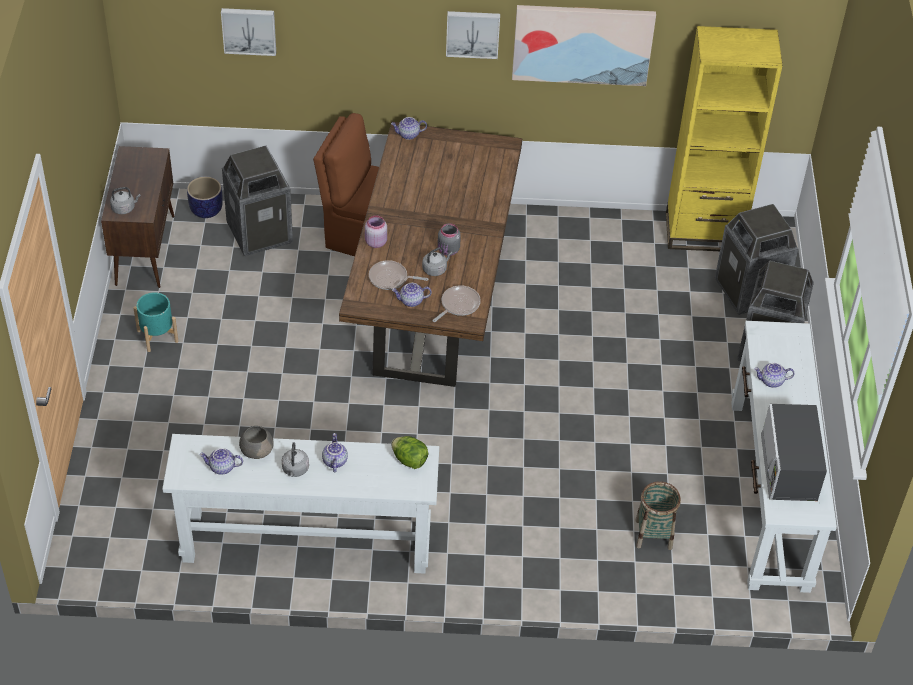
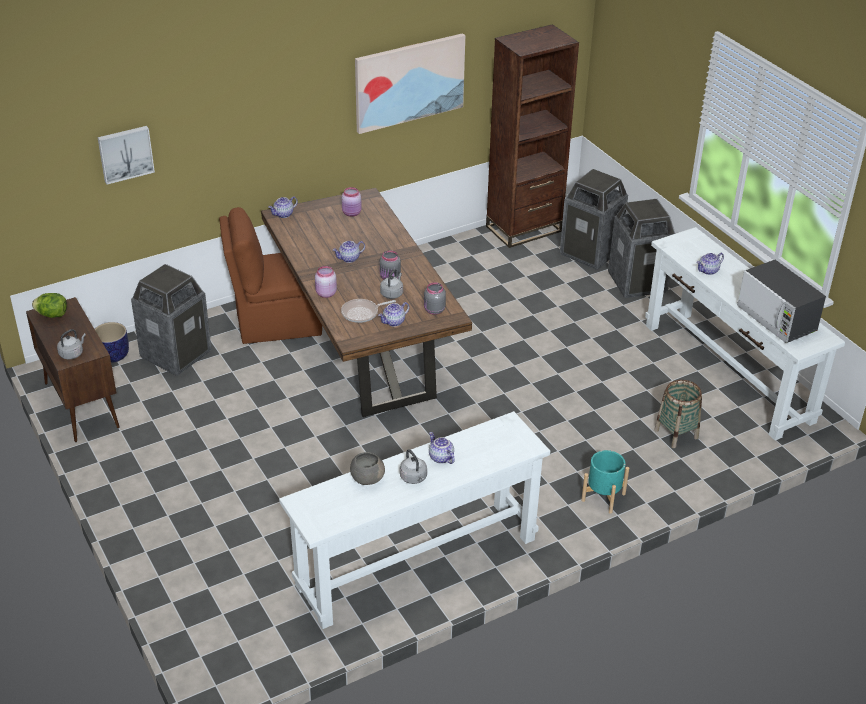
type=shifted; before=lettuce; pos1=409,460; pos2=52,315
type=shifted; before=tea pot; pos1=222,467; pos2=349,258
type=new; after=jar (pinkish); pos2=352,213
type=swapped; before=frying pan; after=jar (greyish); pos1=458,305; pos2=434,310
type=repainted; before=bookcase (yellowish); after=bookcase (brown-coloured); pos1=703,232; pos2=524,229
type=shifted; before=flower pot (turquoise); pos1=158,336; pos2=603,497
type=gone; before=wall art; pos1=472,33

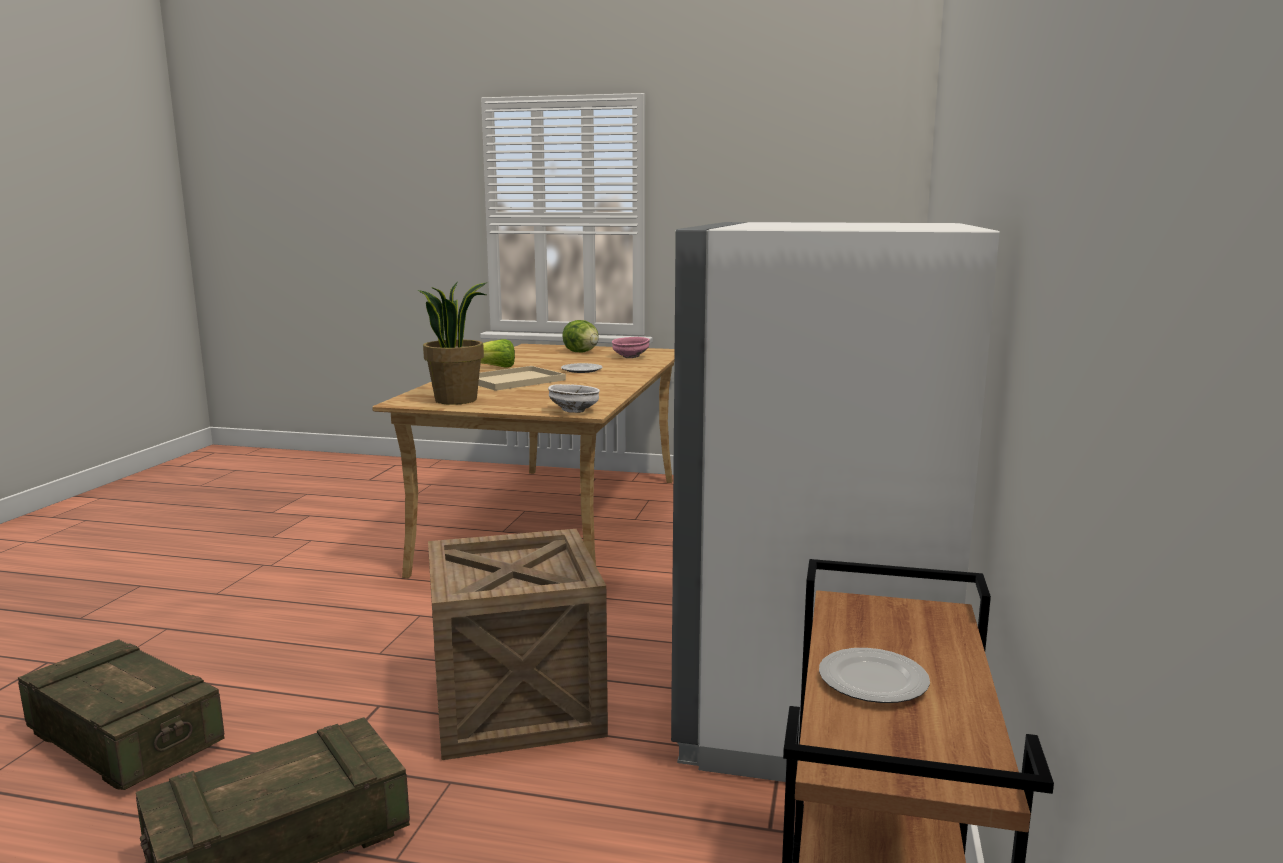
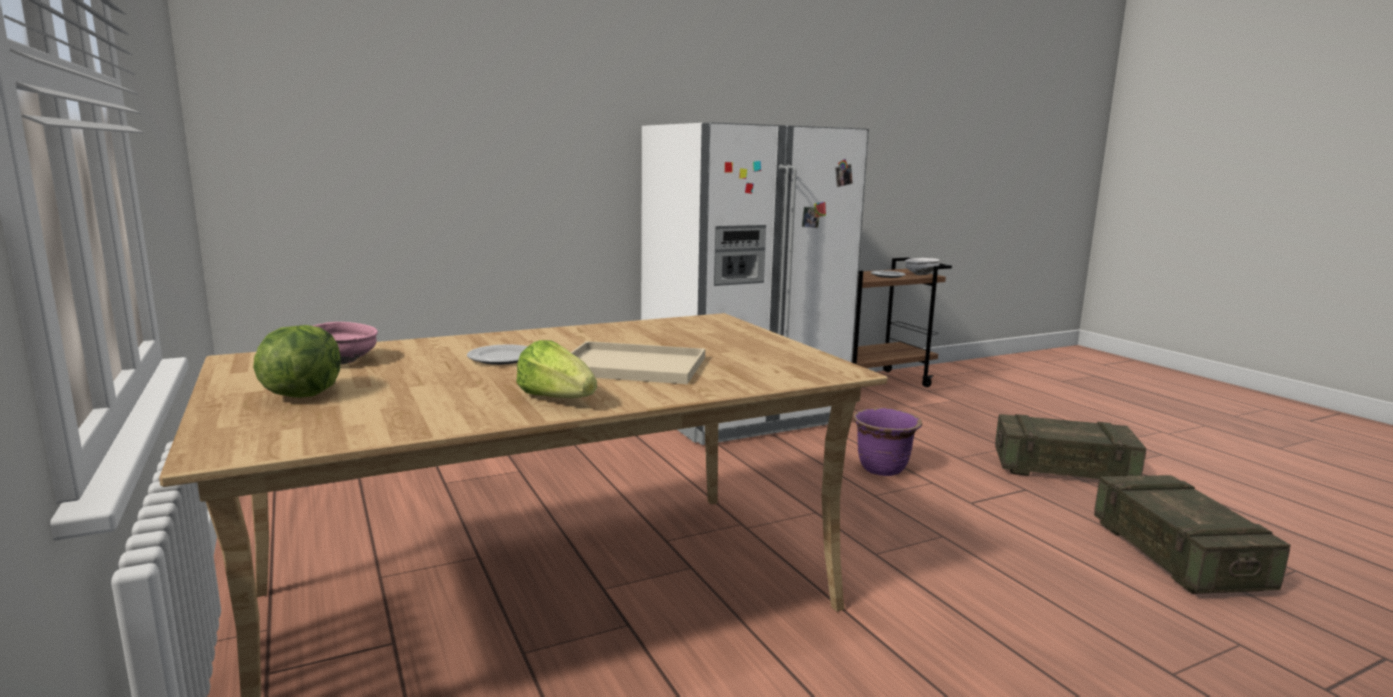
type=swapped; before=crate; after=flower pot (purple); pos1=516,705; pos2=883,469
type=shifted; before=serving bowl (white-coloured); pos1=575,411; pos2=920,274
type=gone; before=plant in a pot; pos1=456,400

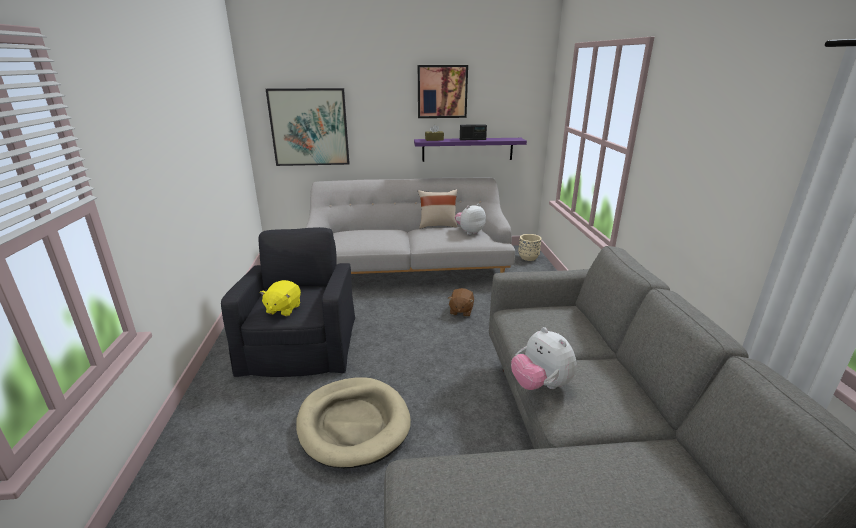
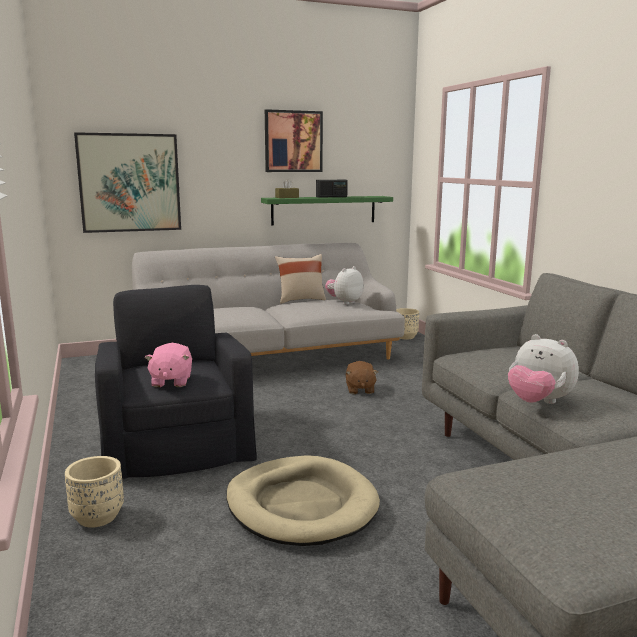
type=new; after=flower pot (sand-coloured); pos2=97,517
type=repainted; before=soft toy (yellowish); after=soft toy (pinkish); pos1=283,309; pos2=171,381
type=repainted; before=bracket shelf (purple); after=bracket shelf (green); pos1=467,149; pos2=324,210

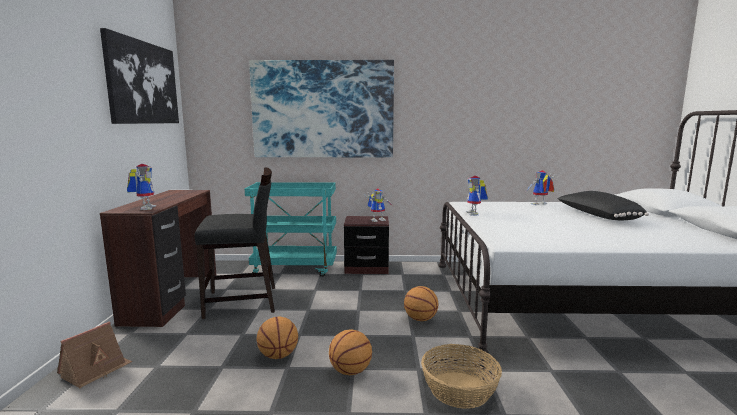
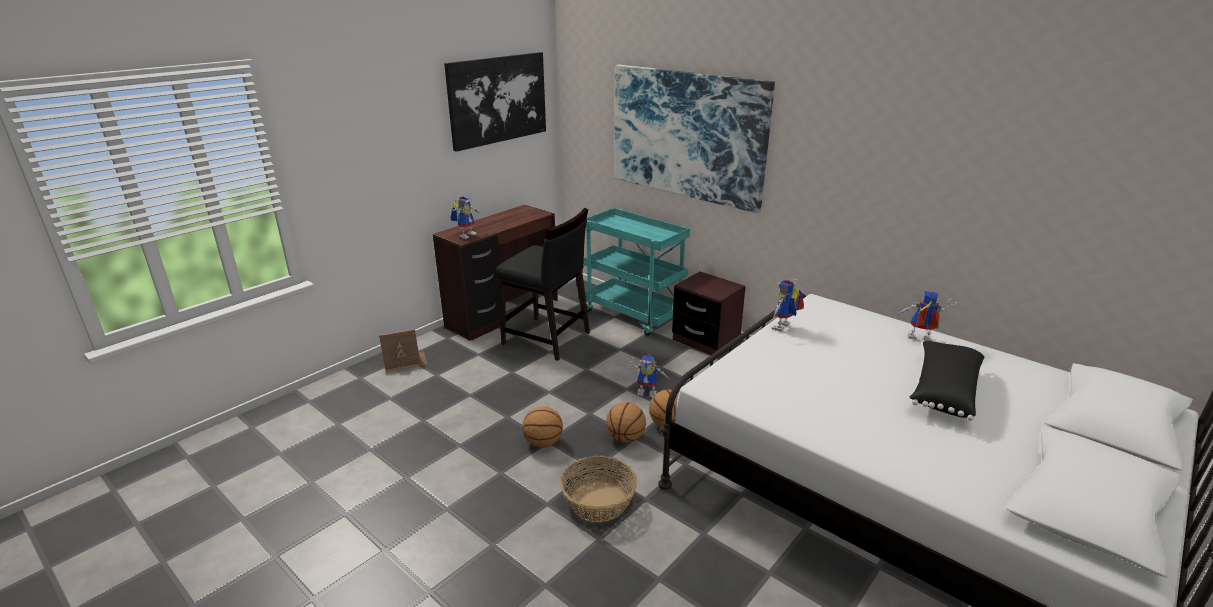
type=shifted; before=ball for basketball; pos1=278,356; pos2=625,438
type=shifted; before=robot figure; pos1=378,220; pos2=649,392

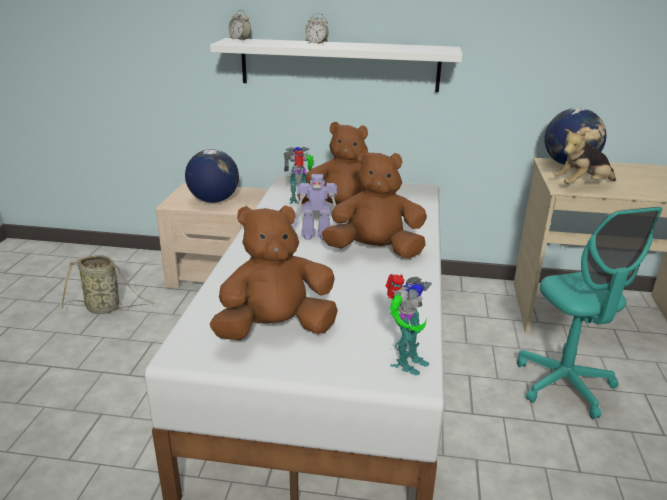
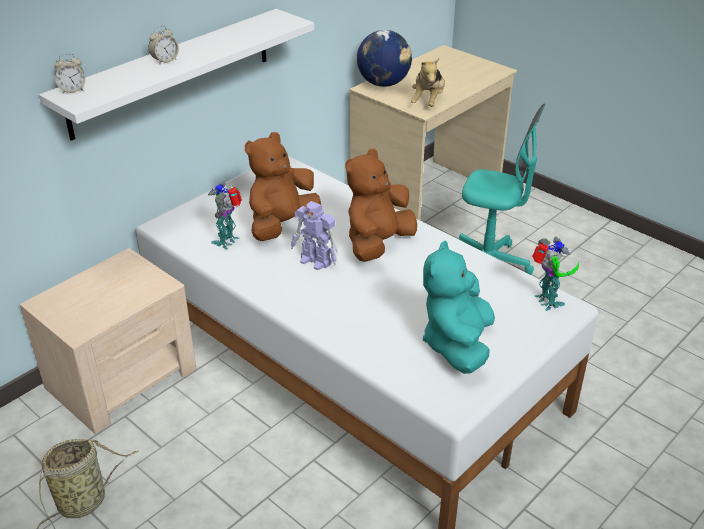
type=rotated; before=robot figure; pos1=317,235; pos2=316,261; turn=90
type=repainted; before=soft toy (brown-coloured); after=soft toy (turquoise); pos1=276,329; pos2=457,345
type=gone; before=desk globe; pos1=213,200

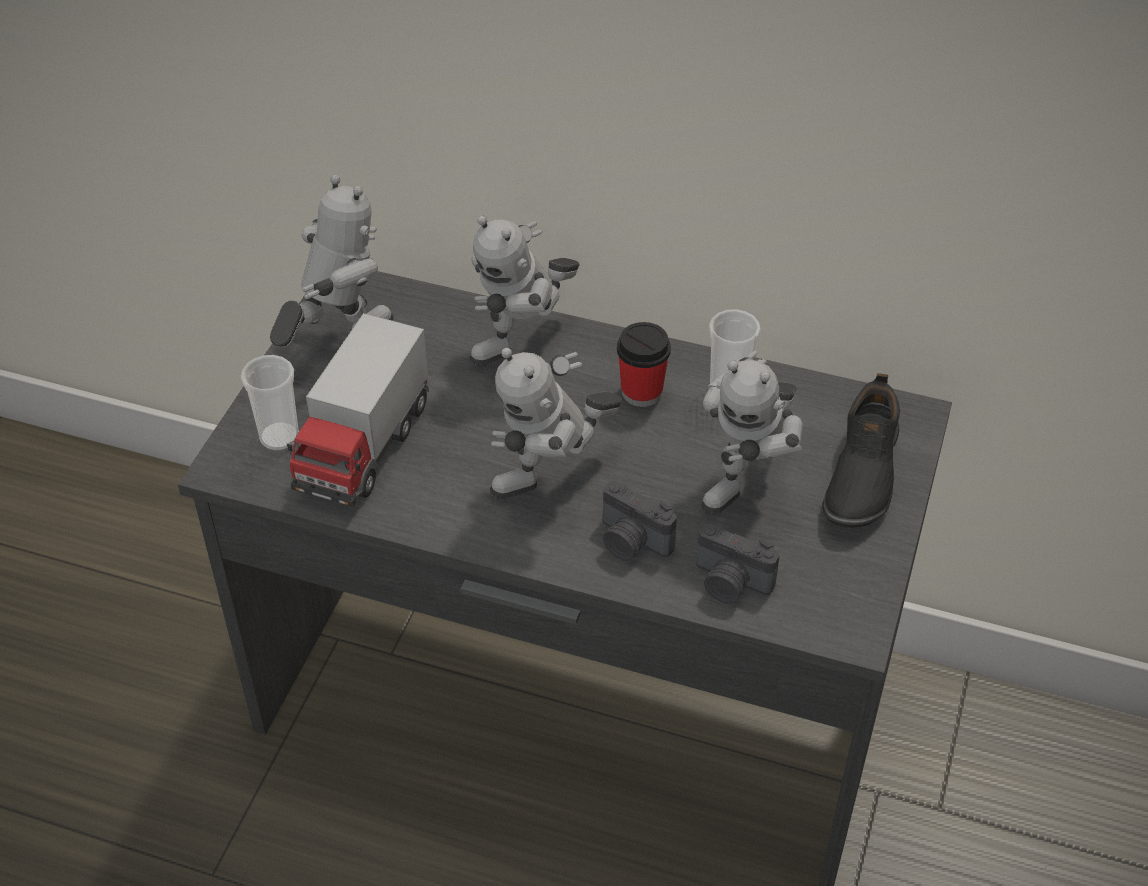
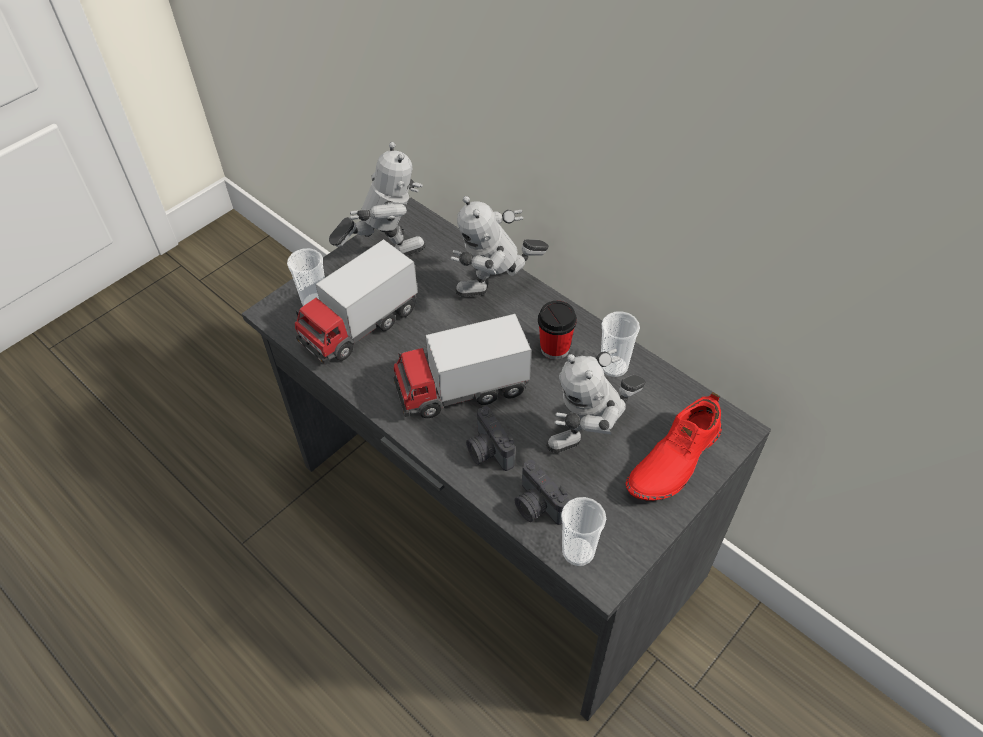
type=swapped; before=robot figure; after=model truck; pos1=552,481; pos2=461,390
type=new; after=small cup; pos2=578,551
type=repainted; before=item of footwear (blackish); after=item of footwear (red-coloured); pos1=860,473; pos2=673,459

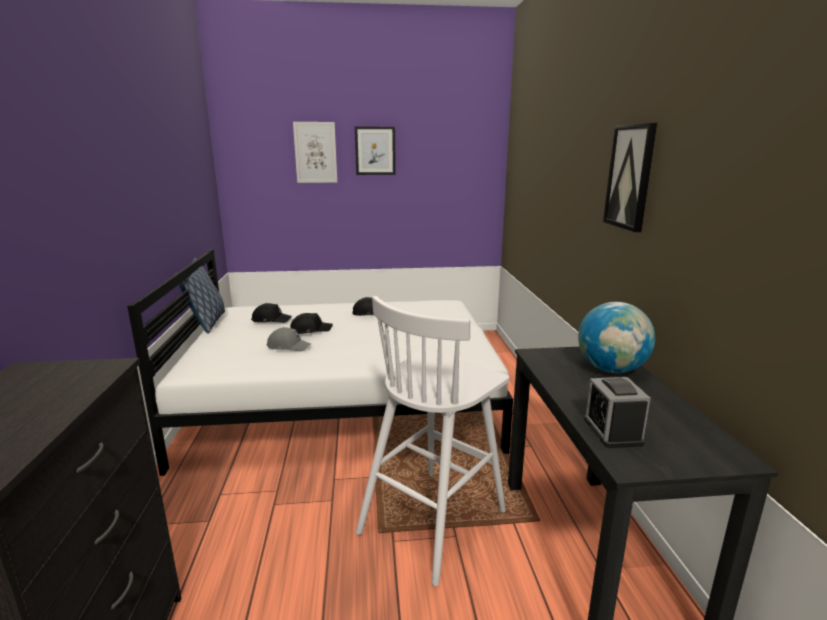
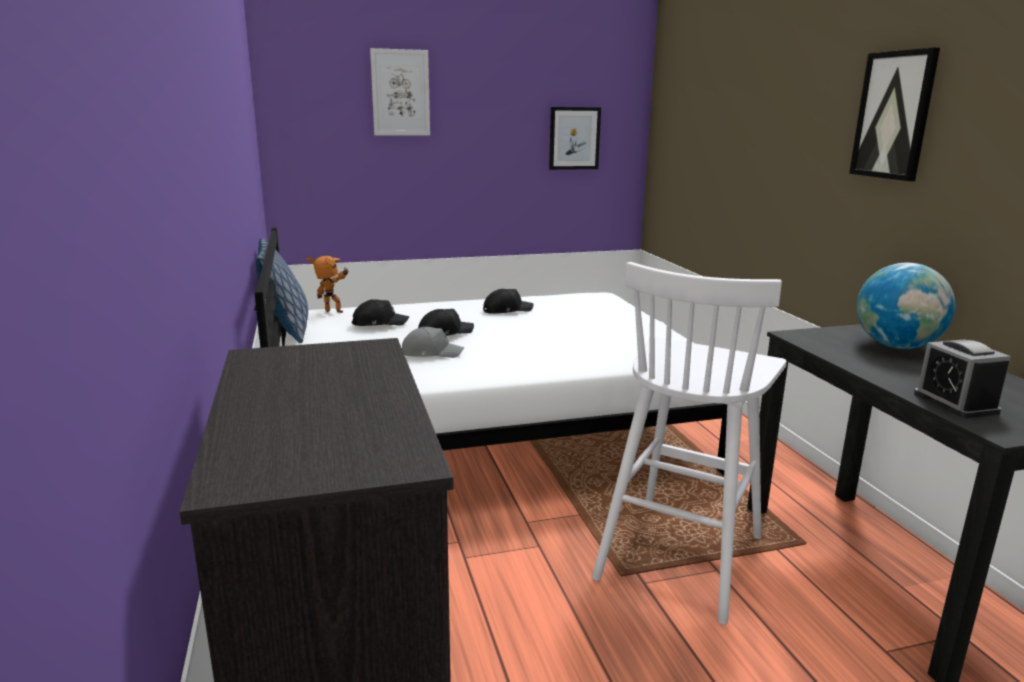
type=new; after=robot figure; pos2=332,312
type=shifted; before=wall art; pos1=375,151; pos2=574,138

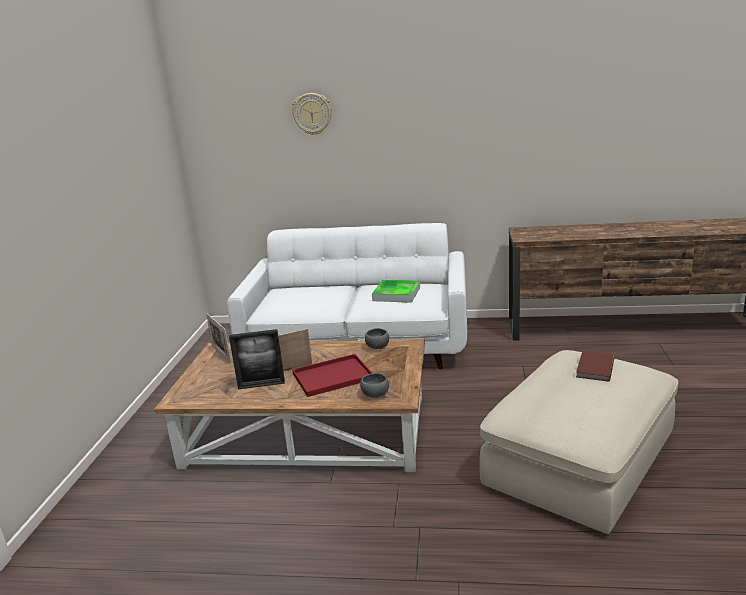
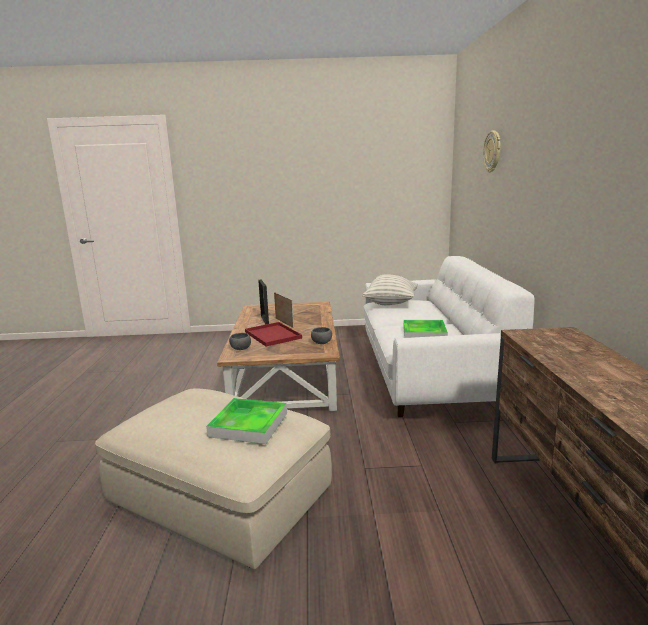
type=swapped; before=bound book (brown-coloured); after=serving tray; pos1=594,368; pos2=249,424
type=new; after=pillow; pos2=391,303
type=gone; before=standing frame; pos1=221,355

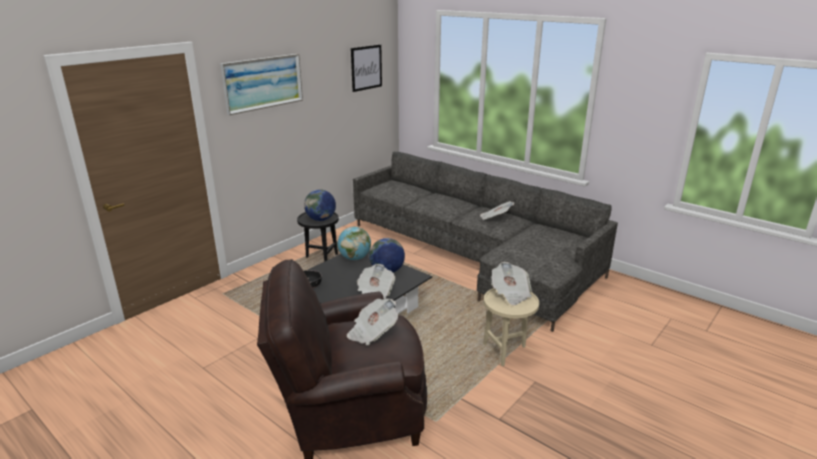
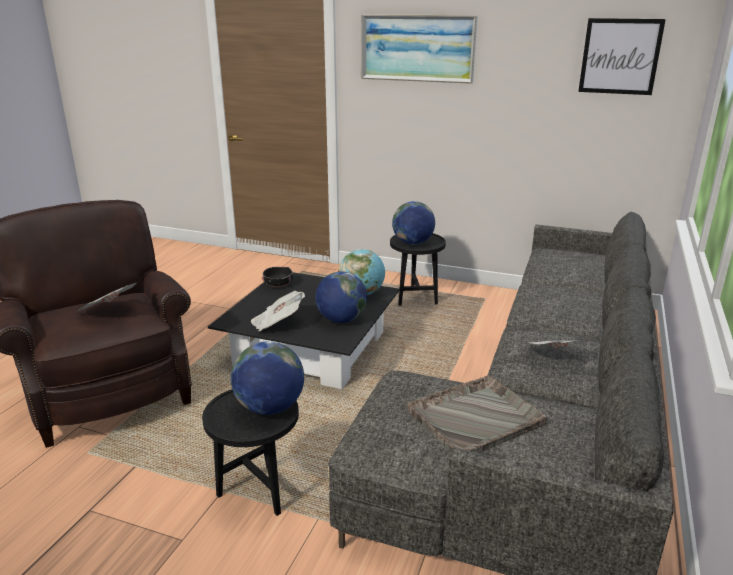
type=repainted; before=side table (sand-coloured); after=side table (blackish); pos1=506,351; pos2=258,495
type=swapped; before=newspaper; after=desk globe; pos1=510,293; pos2=270,407
type=new; after=serving tray (greyish); pos2=476,417

